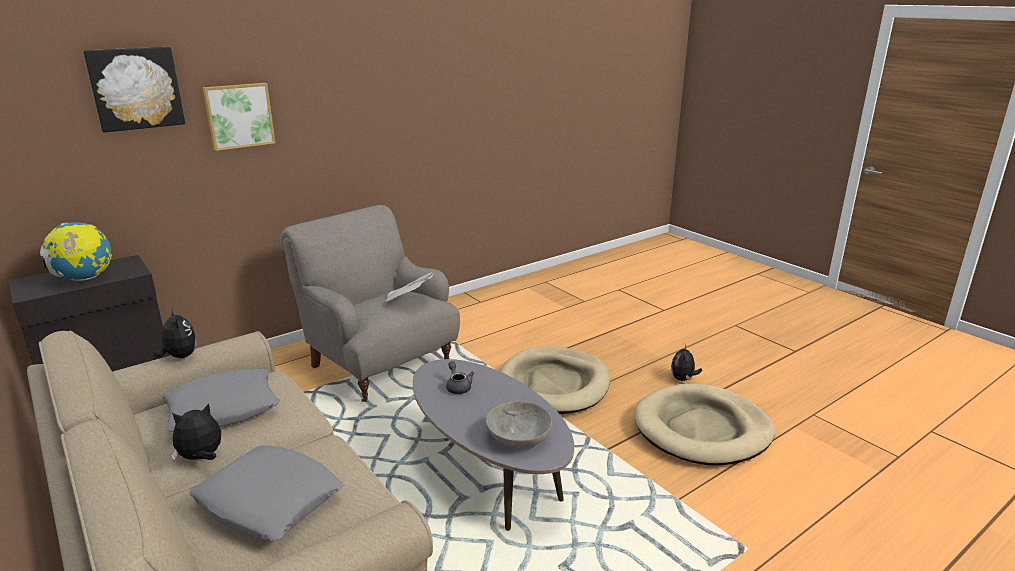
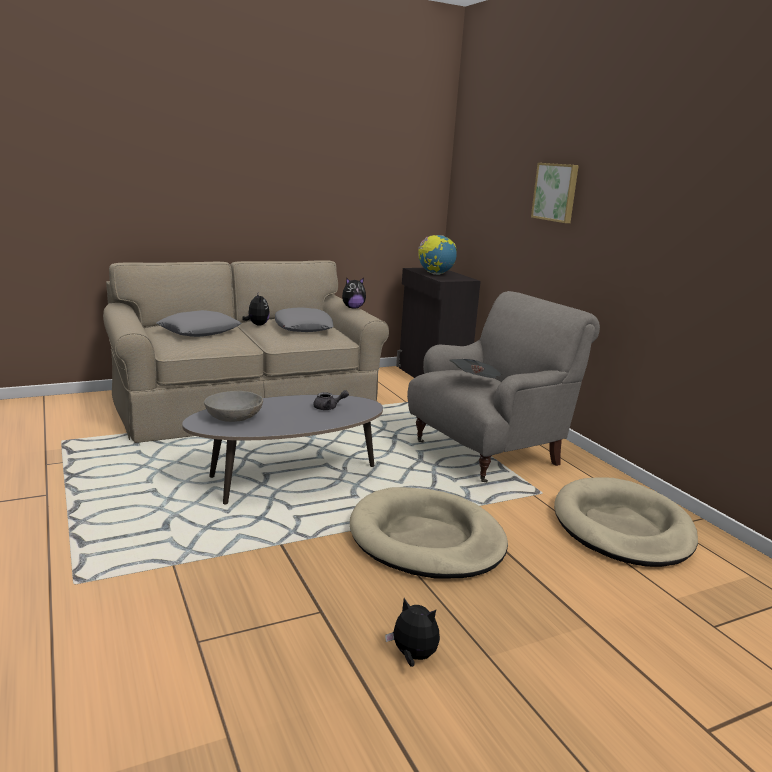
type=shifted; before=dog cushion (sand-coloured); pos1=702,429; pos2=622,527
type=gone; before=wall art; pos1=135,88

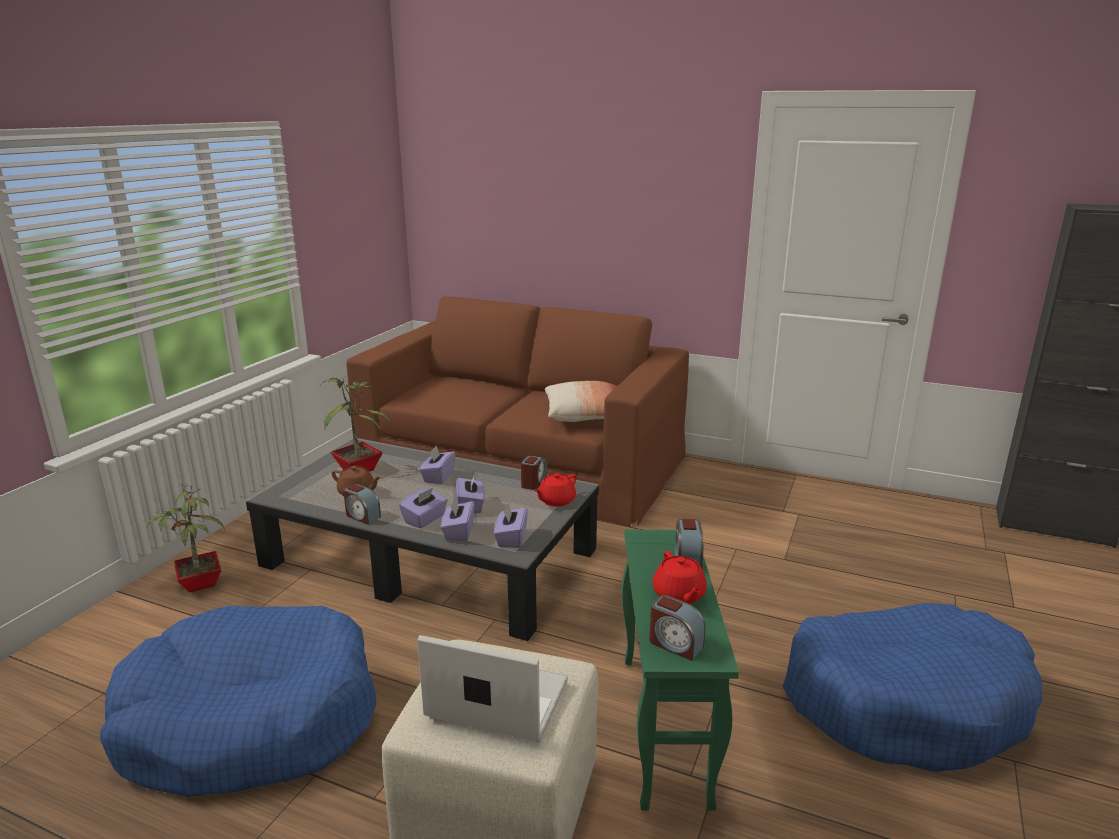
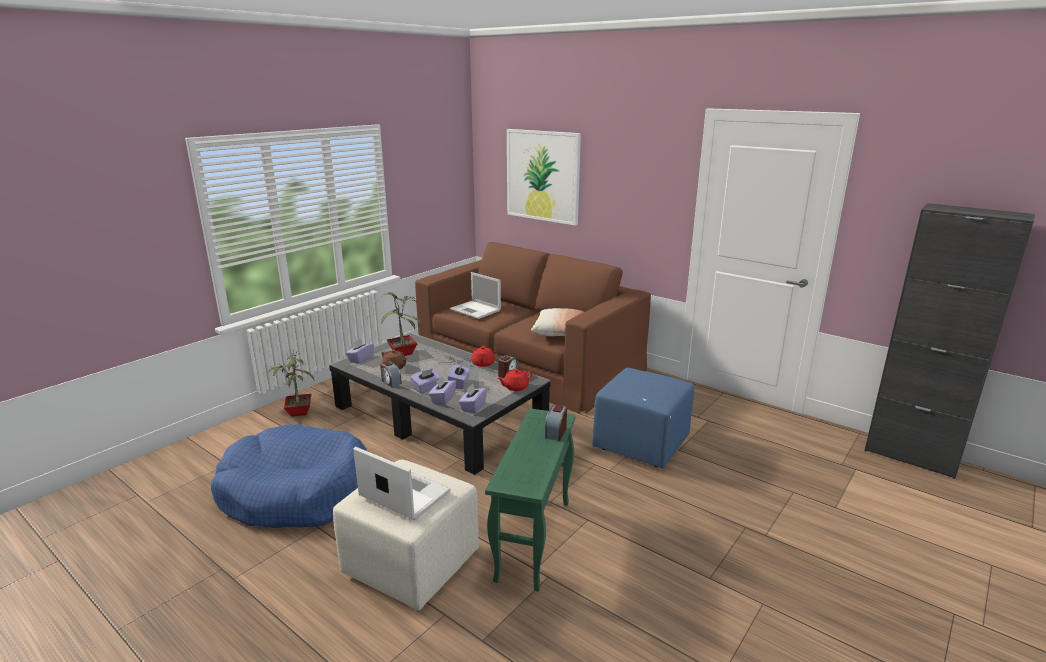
type=shifted; before=tissue holder (purple); pos1=438,477; pos2=360,359
type=new; after=portable computer; pos2=476,310
type=shifted; before=tea pot (red-coloured); pos1=679,595; pos2=483,363
type=new; after=wall art; pos2=543,176
type=new; after=footrest (bluish); pos2=641,444
type=gone; before=table clock; pos1=675,644
type=gone; before=dog cushion (bluish); pos1=905,701

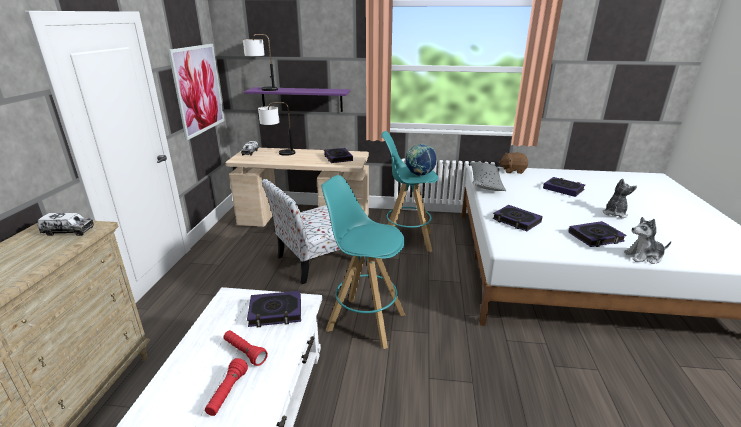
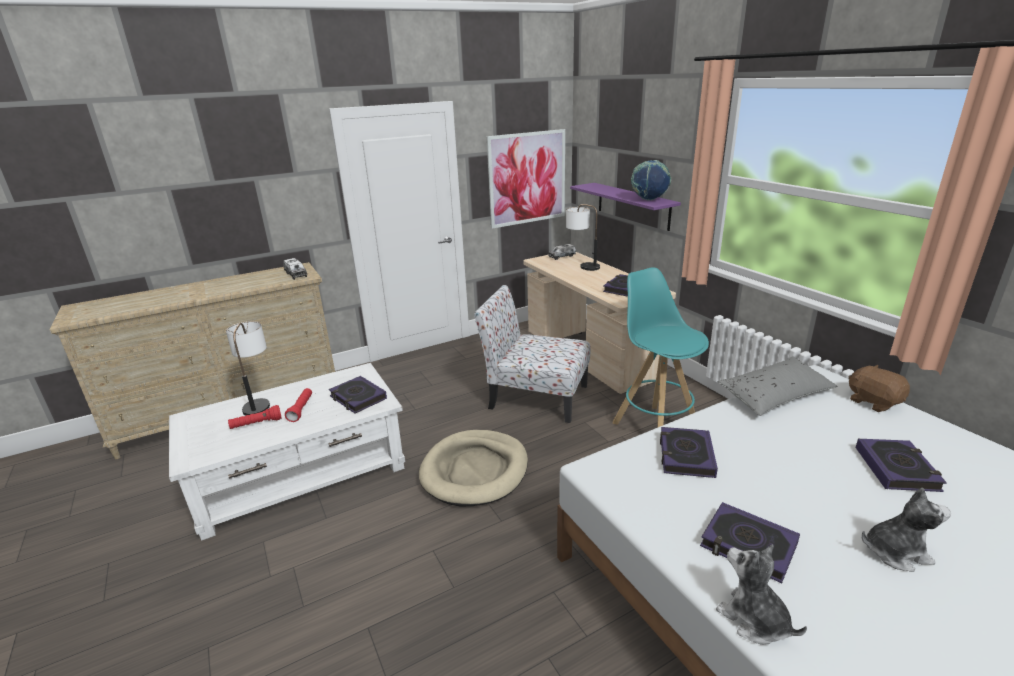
type=shifted; before=lamp for a table; pos1=263,89; pos2=259,401
type=swapped; before=stool (turquoise); after=dog cushion (sand-coloured); pos1=365,321; pos2=475,470
type=shifted; before=desk globe; pos1=419,175; pos2=649,200

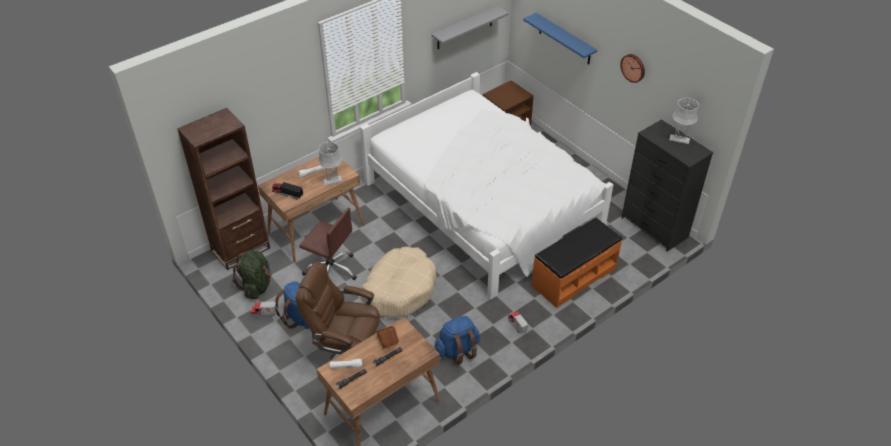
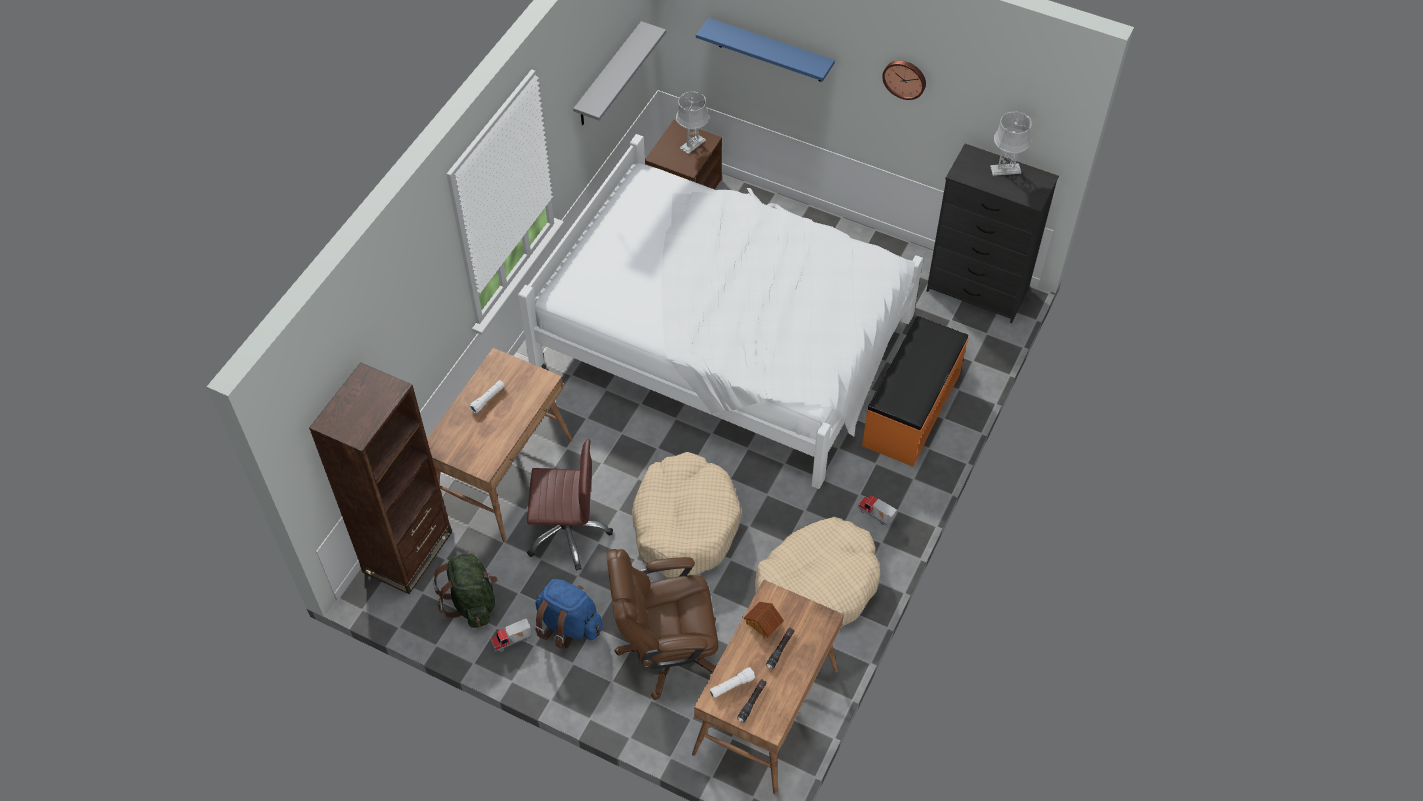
type=shifted; before=lamp for a table (greyish); pos1=332,181; pos2=692,144
type=swapped; before=rucksack (bluish); after=dog cushion (sand-coloured); pos1=457,350; pos2=817,584
type=gone; before=model truck; pos1=287,193

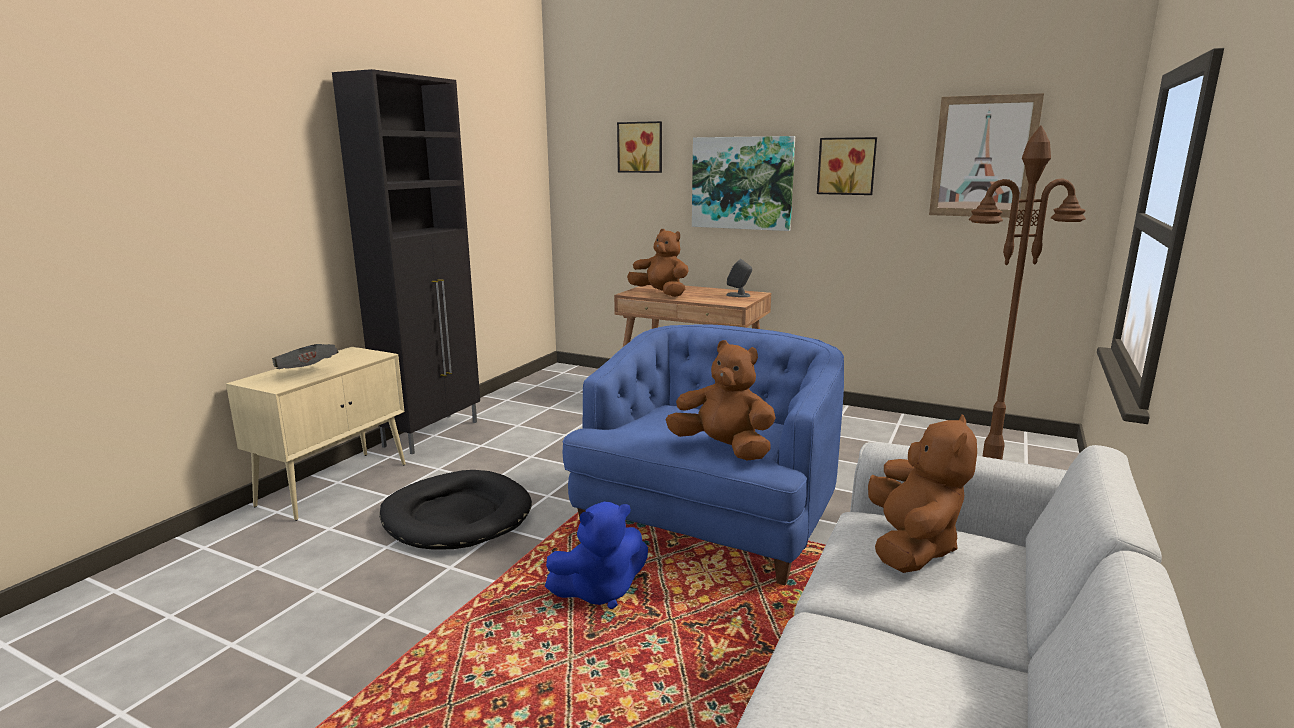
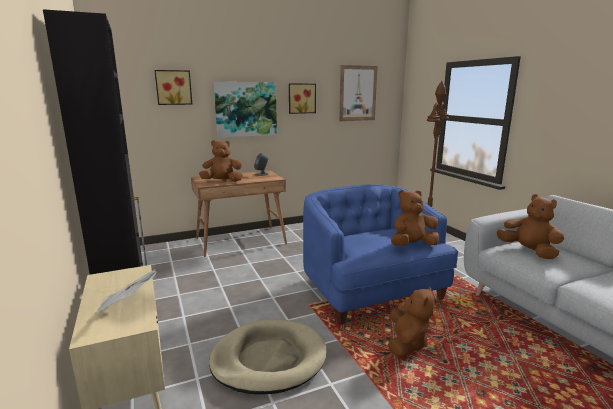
type=repainted; before=dog cushion (blackish); after=dog cushion (sand-coloured); pos1=456,516; pos2=269,359
type=repainted; before=soft toy (bluish); after=soft toy (brown-coloured); pos1=600,591; pos2=407,343

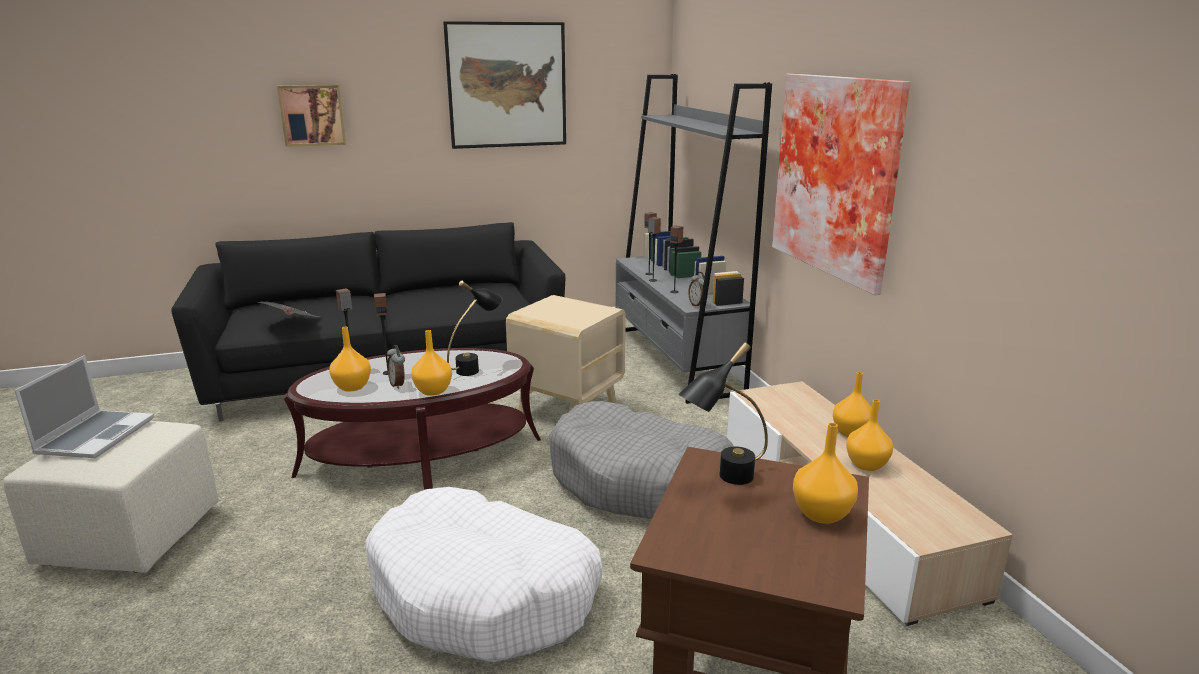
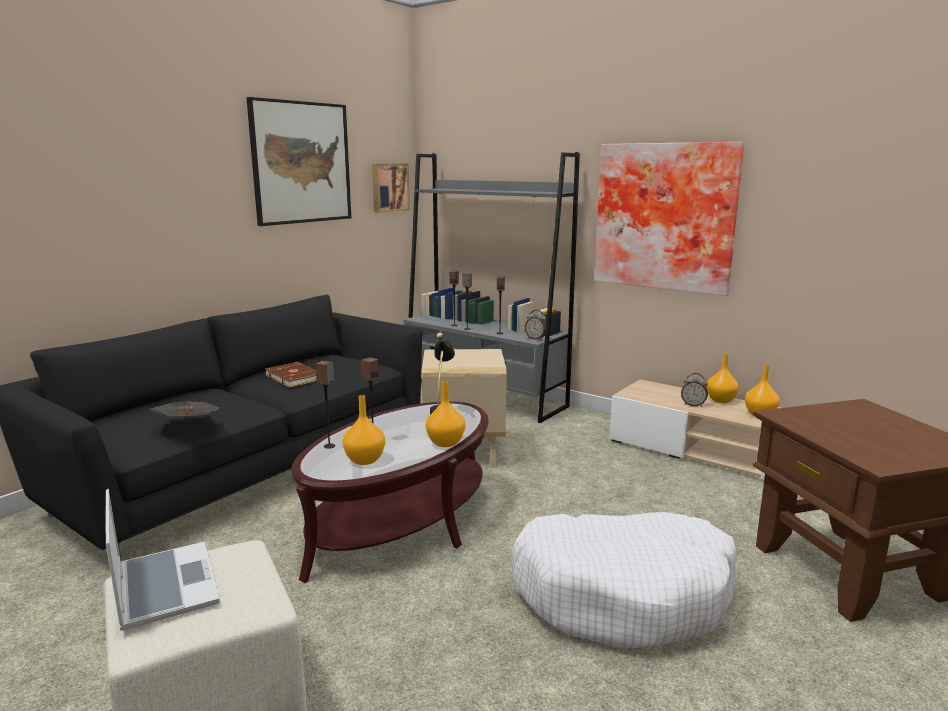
type=new; after=bound book (brown-coloured); pos2=295,377
type=shifted; before=wall art; pos1=312,115; pos2=389,187
type=shifted; before=table clock; pos1=398,385; pos2=693,405
type=gone; before=dog cushion (greyish); pos1=640,480
type=gone; before=lamp for a table (blackish); pos1=722,480
type=gone; before=decorative vase (orange-coloured); pos1=820,514

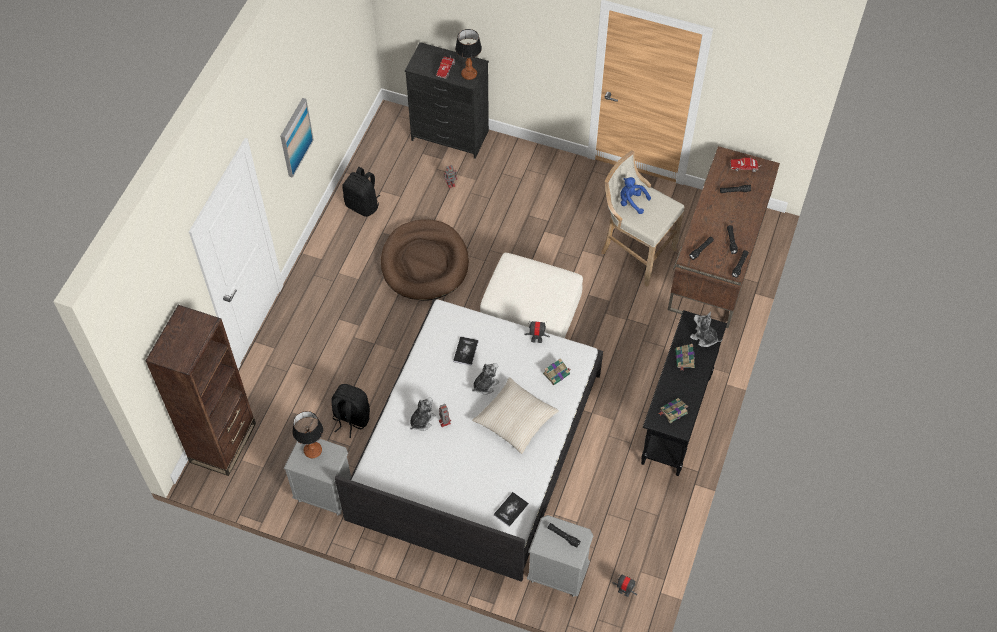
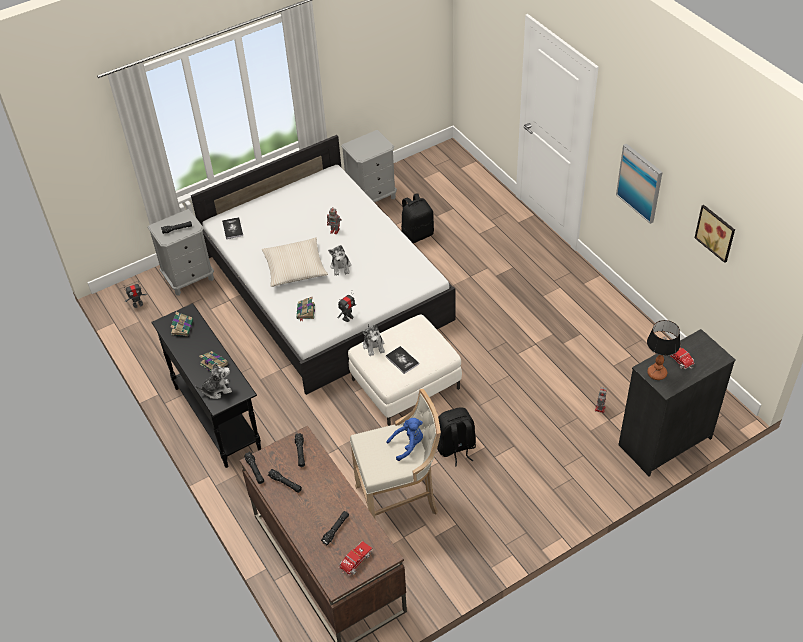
type=shifted; before=soft toy; pos1=421,420; pos2=374,345
type=shifted; before=bound book; pos1=465,351; pos2=402,360
type=shifted; before=rucksack (blackish); pos1=363,205; pos2=456,448
type=new; after=wall art; pos2=716,232
type=gone; before=bookcase (brown-coloured); pos1=223,443
type=gone; before=lamp for a table; pos1=312,451
type=gone; before=dog cushion (brown-coloured); pos1=424,263

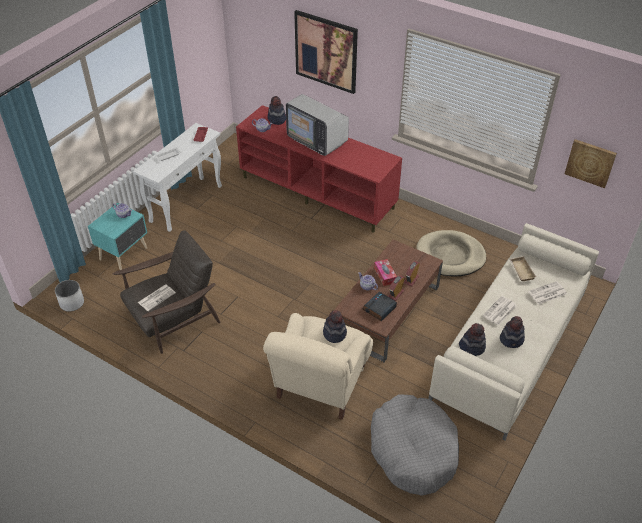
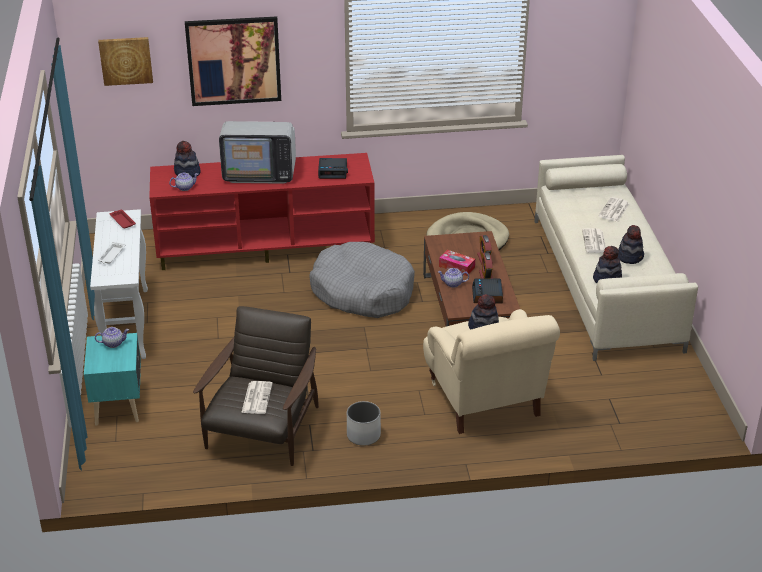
type=shifted; before=wall art; pos1=590,162; pos2=126,60
type=shifted; before=dog cushion (greyish); pos1=413,450; pos2=362,291
type=new; after=table clock; pos2=333,172
type=shifted; before=flower pot (white-coloured); pos1=72,303; pos2=363,435
type=gone; before=serving tray (sand-coloured); pos1=520,270

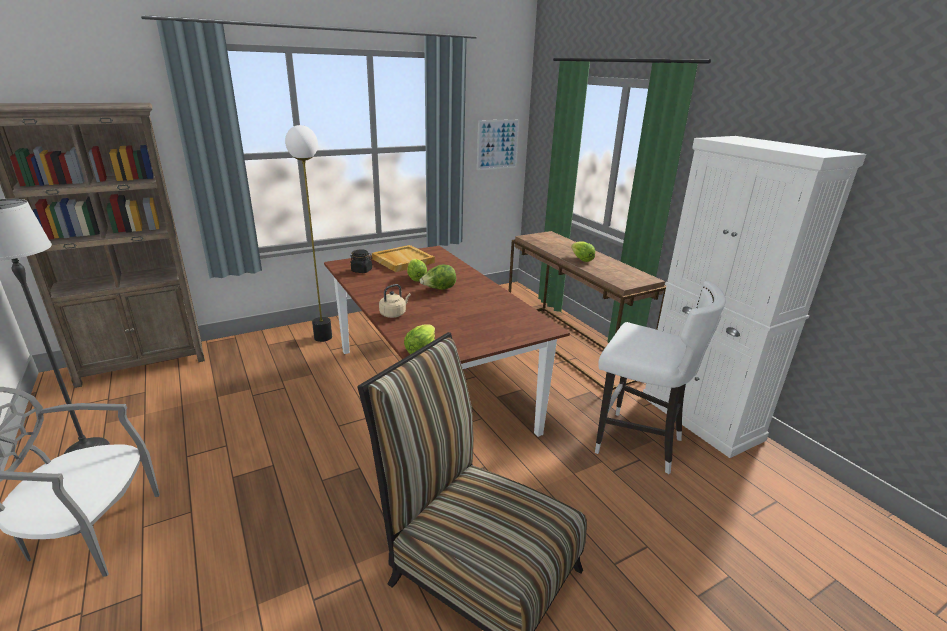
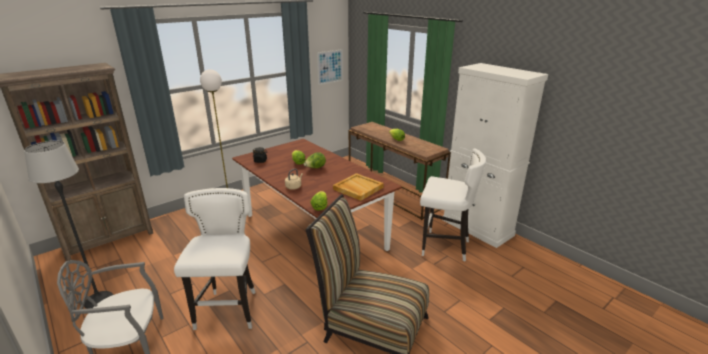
type=new; after=stool (white-coloured); pos2=228,311
type=shifted; before=serving tray (sand-coloured); pos1=402,260; pos2=357,188

